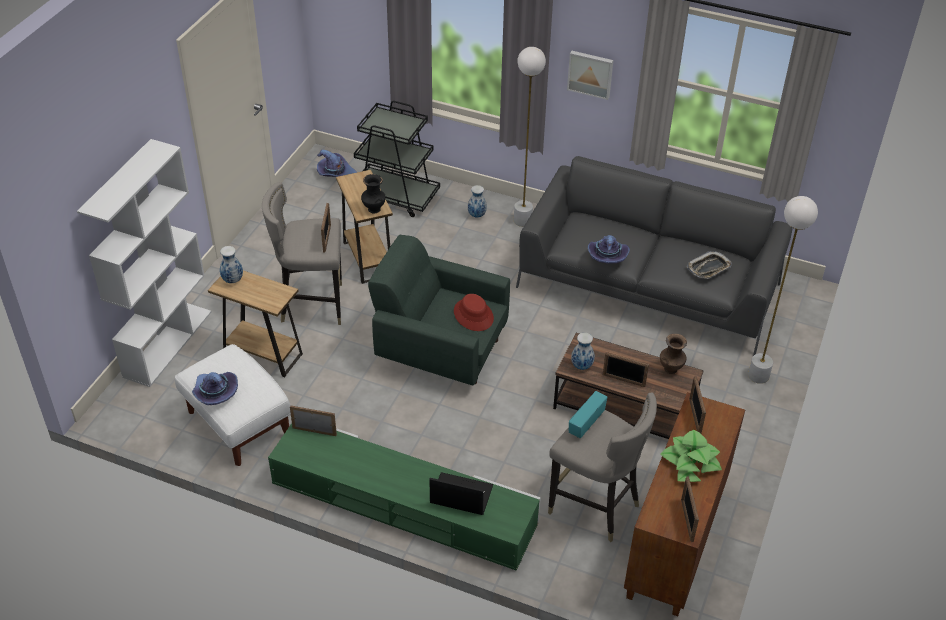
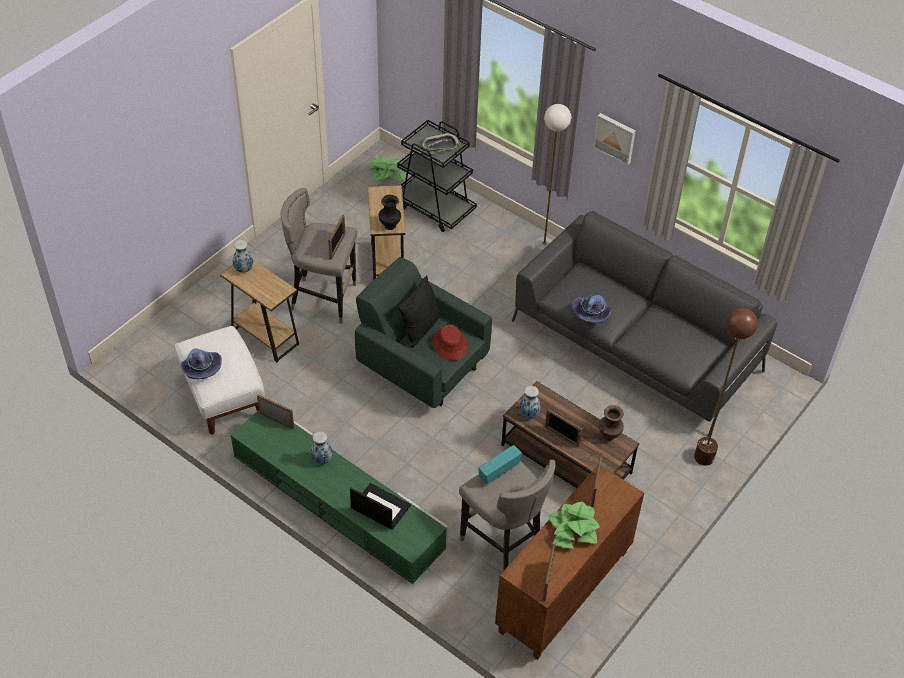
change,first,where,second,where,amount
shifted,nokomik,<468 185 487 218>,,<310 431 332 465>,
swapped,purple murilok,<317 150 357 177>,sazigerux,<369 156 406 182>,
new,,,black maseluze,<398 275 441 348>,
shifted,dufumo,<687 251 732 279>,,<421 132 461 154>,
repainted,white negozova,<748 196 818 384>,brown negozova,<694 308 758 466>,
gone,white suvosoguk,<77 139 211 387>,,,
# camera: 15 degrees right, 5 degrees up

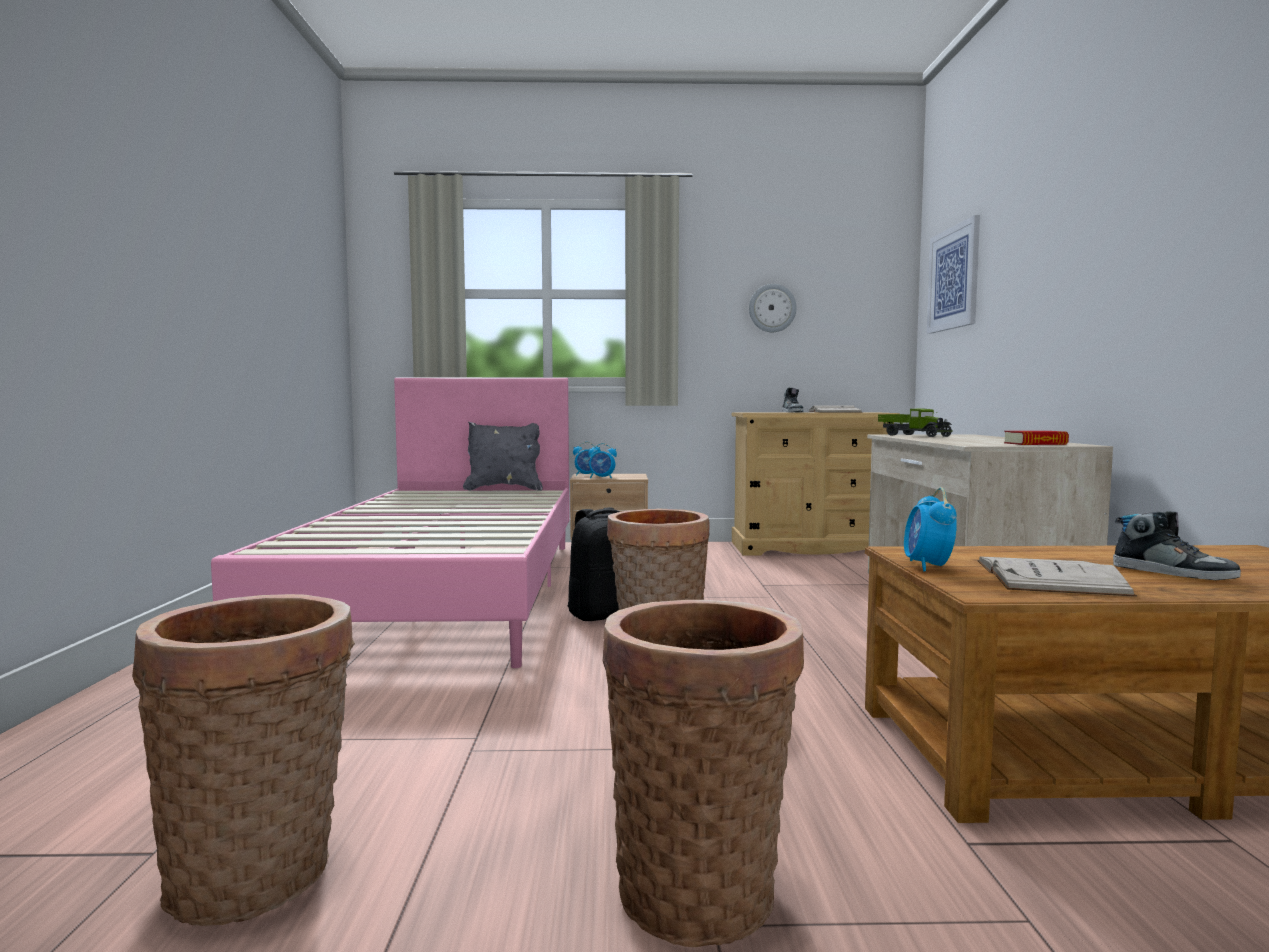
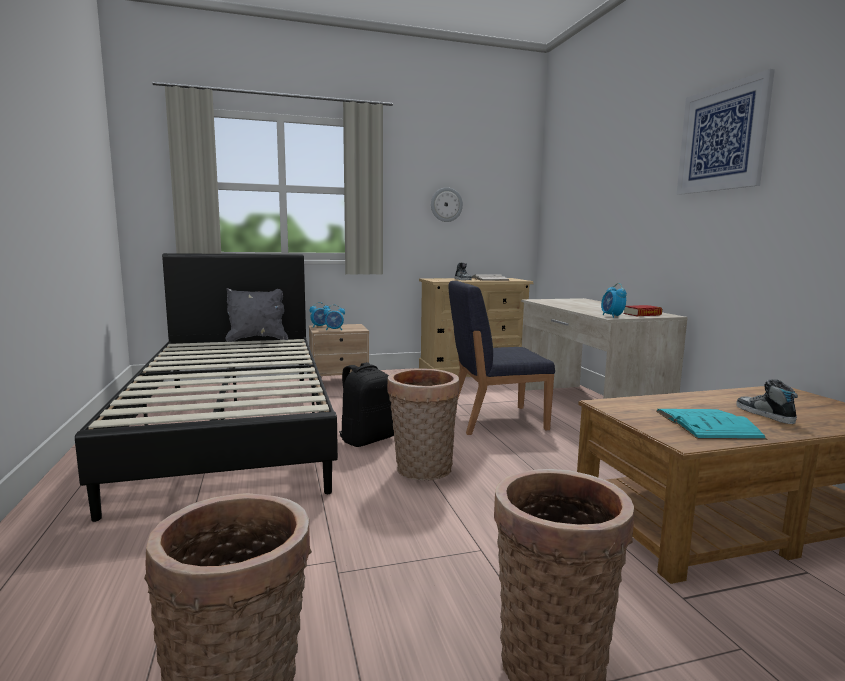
change,first,where,second,where,amount
repainted,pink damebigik,<211 378 570 668>,black damebigik,<75 253 338 522>,
new,,,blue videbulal,<448 281 555 435>,
shifted,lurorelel,<904 487 957 571>,,<601 283 627 318>,
repainted,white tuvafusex,<977 557 1137 597>,turquoise tuvafusex,<656 409 767 440>,
shifted,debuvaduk,<927 215 980 334>,,<677 69 775 195>,
rotated,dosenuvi,<1113 511 1241 580>,,<736 379 798 424>,135 degrees counterclockwise
gone,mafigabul,<878 409 953 437>,,,
# camera: 15 degrees left, 5 degrees up

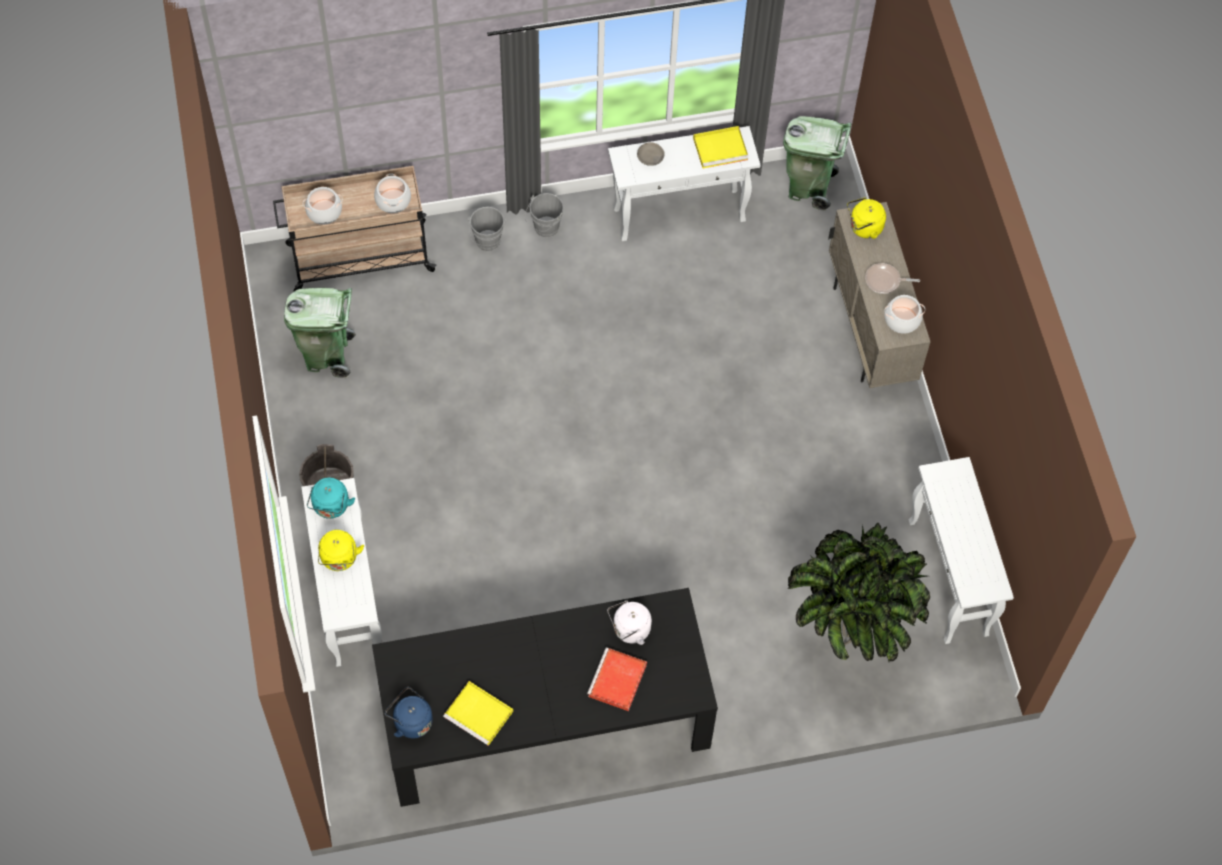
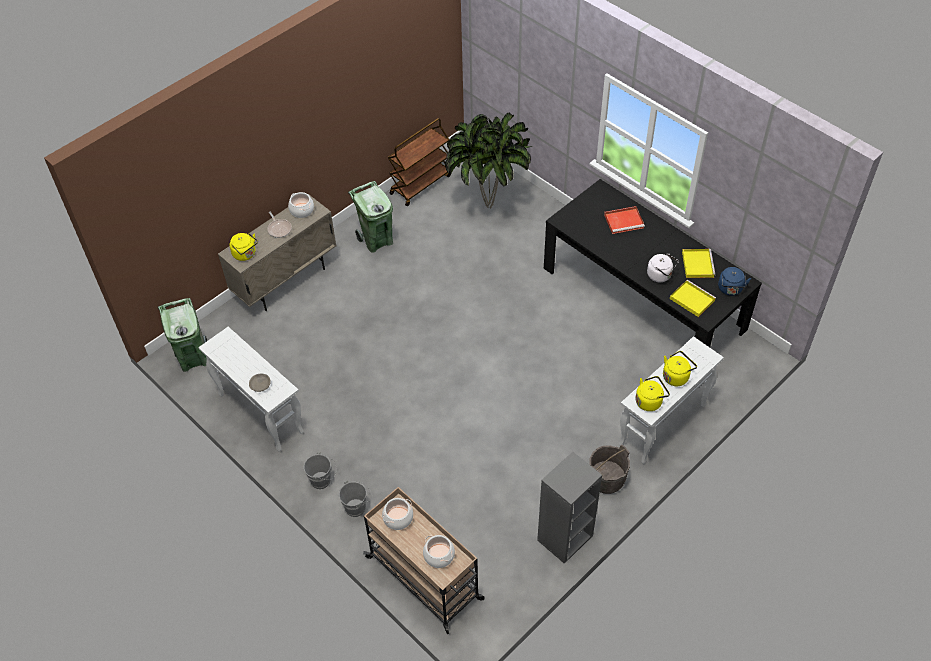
change,first,where,second,where,amount
shifted,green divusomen,<284 288 356 378>,,<348 181 393 253>,
swapped,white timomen,<909 457 1014 644>,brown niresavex,<388 118 451 206>,
new,,,grey suvosoguk,<537 452 602 564>,
repainted,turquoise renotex,<307 478 355 519>,yellow renotex,<635 376 670 411>,
shifted,white renotex,<607 601 652 645>,,<647 253 679 282>,
shifted,yellow dufumo,<693 126 749 168>,,<670 280 716 317>,
# camera: 120 degrees left, 10 degrees down

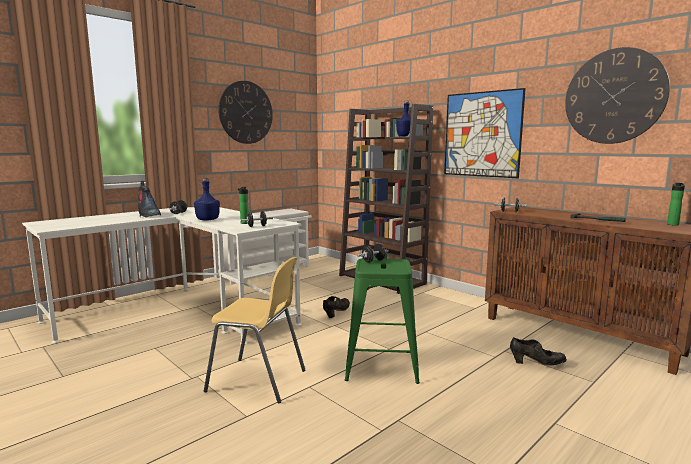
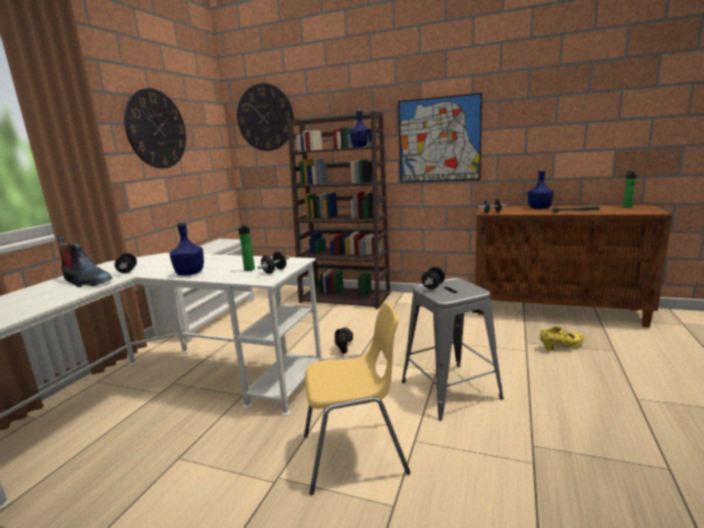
change,first,where,second,where,amount
shifted,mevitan,<565 47 670 144>,,<237 83 294 151>,
repainted,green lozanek,<345 259 420 384>,grey lozanek,<402 278 504 421>,
new,,,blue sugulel,<528 168 554 209>,
repainted,black dosenuvi,<510 337 567 366>,yellow dosenuvi,<540 327 584 351>,
# camera: 25 degrees left, 5 degrees up

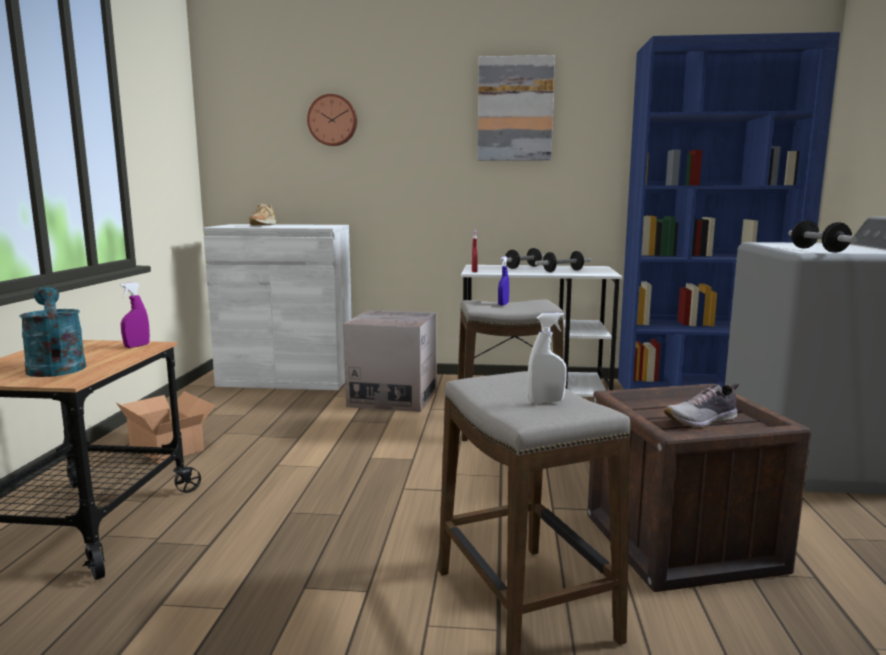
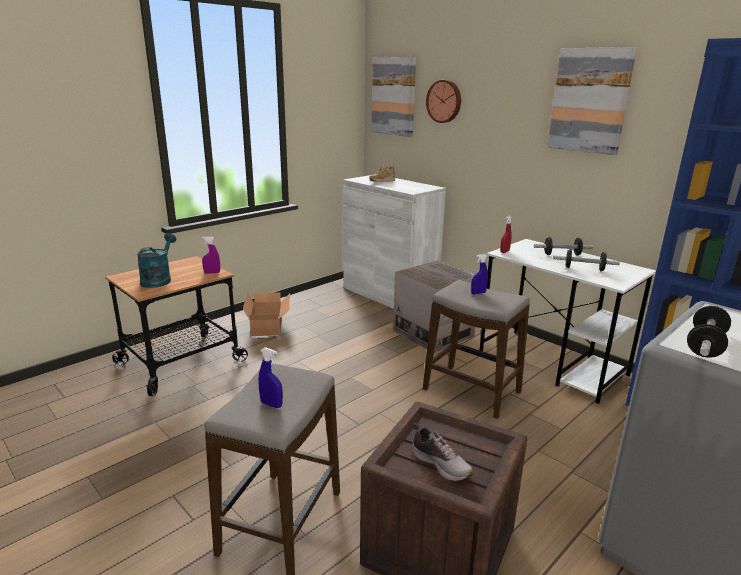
change,first,where,second,where,amount
repainted,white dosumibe,<527 312 567 403>,blue dosumibe,<258 347 283 408>,
new,,,debuvaduk,<372 57 416 137>,
rotated,dosenuvi,<664 384 739 428>,,<412 423 473 481>,150 degrees counterclockwise
# camera: 40 degrees right, 10 degrees up

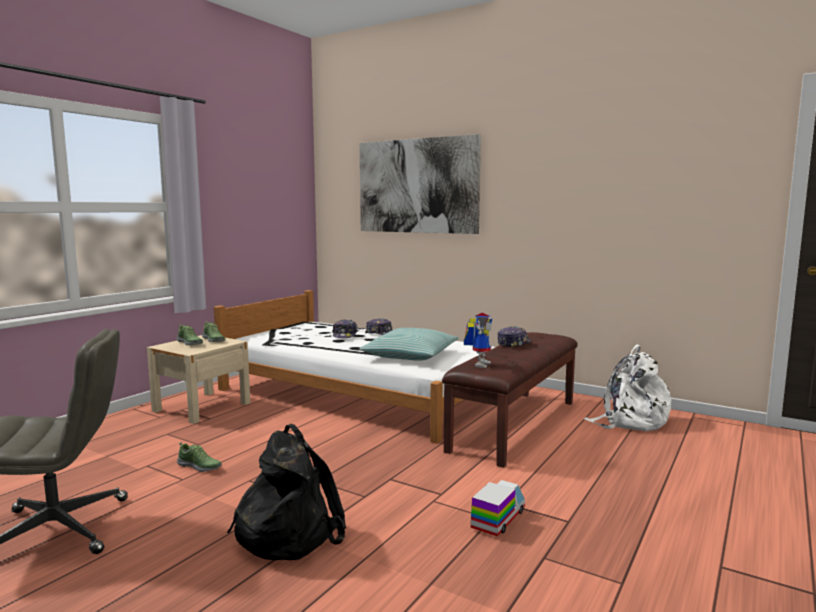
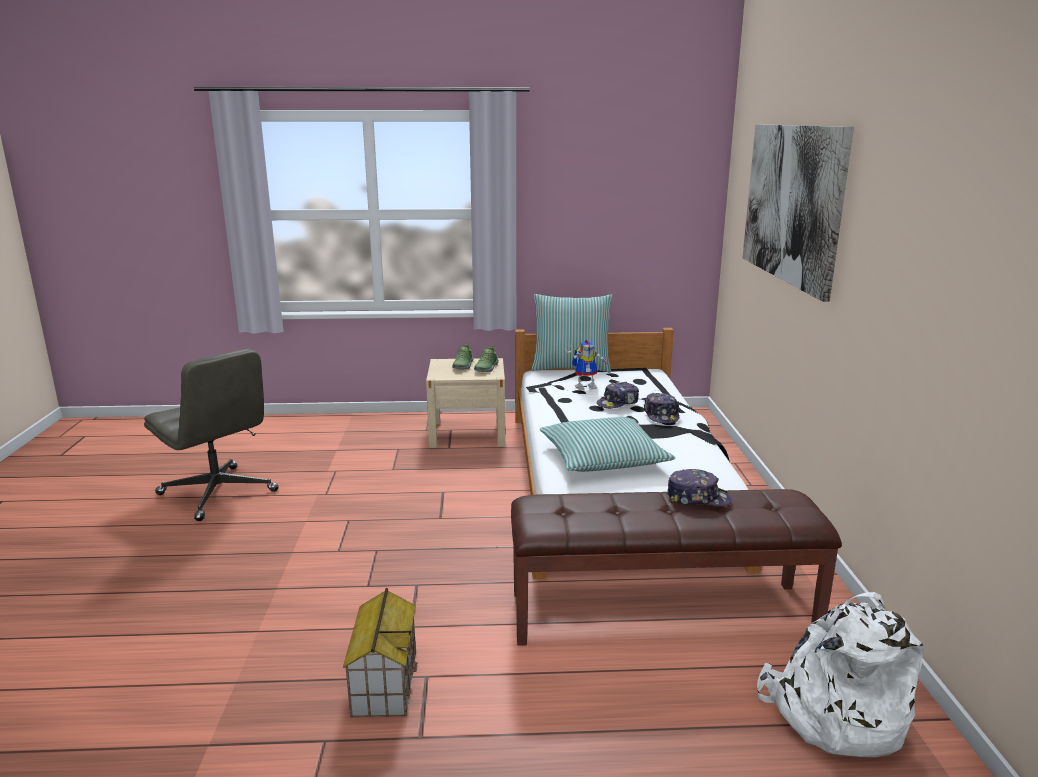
change,first,where,second,where,amount
swapped,mafigabul,<471 480 525 537>,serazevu,<343 588 418 718>,
new,,,maseluze,<531 294 613 372>,
shifted,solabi,<464 313 493 368>,,<565 340 611 390>,
gone,dosenuvi,<177 442 222 472>,,,
gone,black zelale,<227 424 346 560>,,,
# camera: 55 degrees right, 10 degrees up

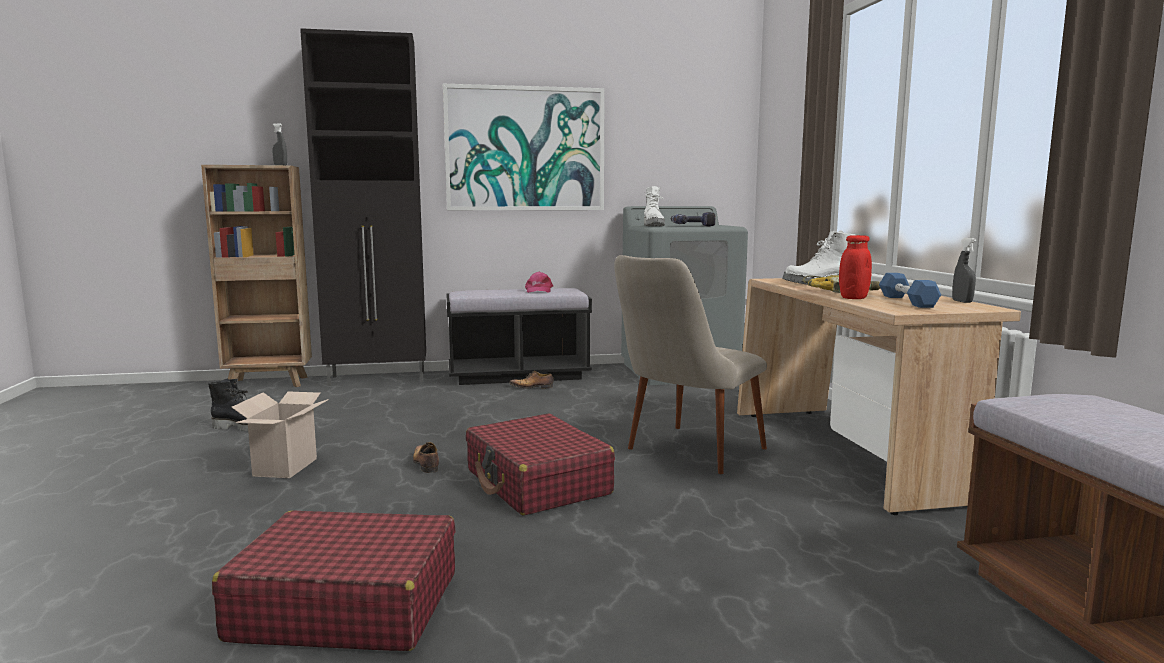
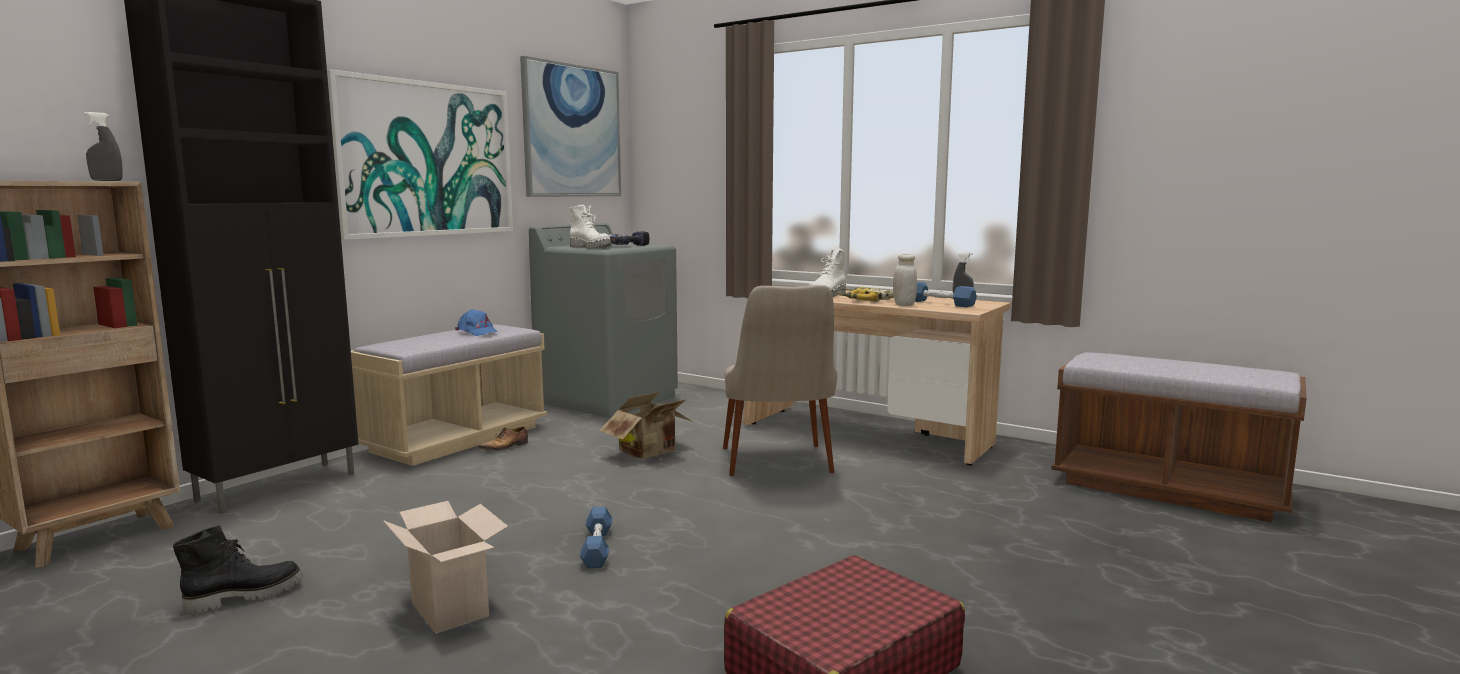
change,first,where,second,where,amount
repainted,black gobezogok,<447 288 592 385>,beige gobezogok,<351 324 547 466>,
repainted,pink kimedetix,<525 272 553 293>,blue kimedetix,<455 309 498 336>,
new,,,debuvaduk,<520 56 621 197>,
swapped,dosenuvi,<413 442 439 473>,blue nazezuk,<580 507 612 569>,
new,,,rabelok,<599 392 693 459>,
repainted,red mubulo,<839 235 872 299>,white mubulo,<893 254 917 306>,
gone,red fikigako,<466 414 615 516>,,,
# camera: 45 degrees left, 0 degrees up

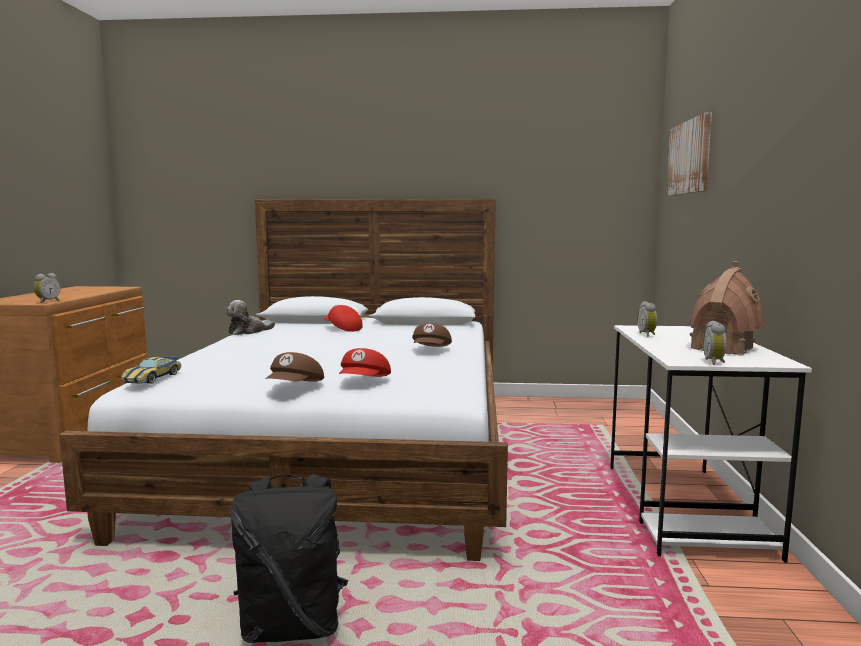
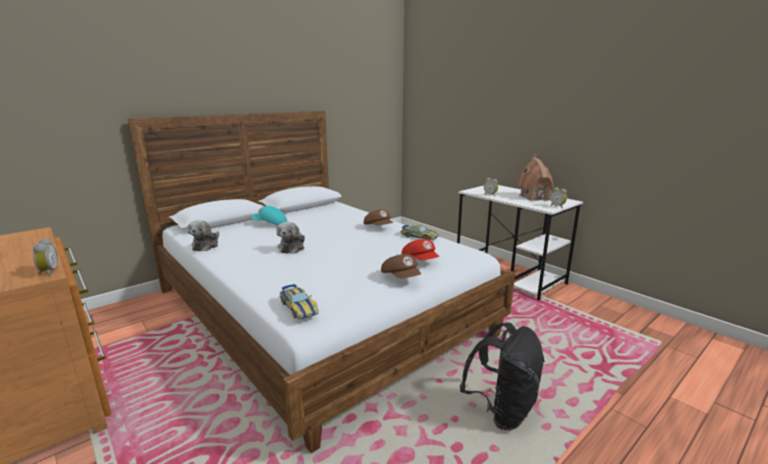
change,first,where,second,where,amount
repainted,red kimedetix,<324 305 363 332>,turquoise kimedetix,<251 206 287 225>,
new,,,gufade,<276 222 305 254>,
new,,,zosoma,<401 225 439 240>,
gone,debuvaduk,<666 112 712 196>,,,
# camera: 45 degrees left, 10 degrees up

